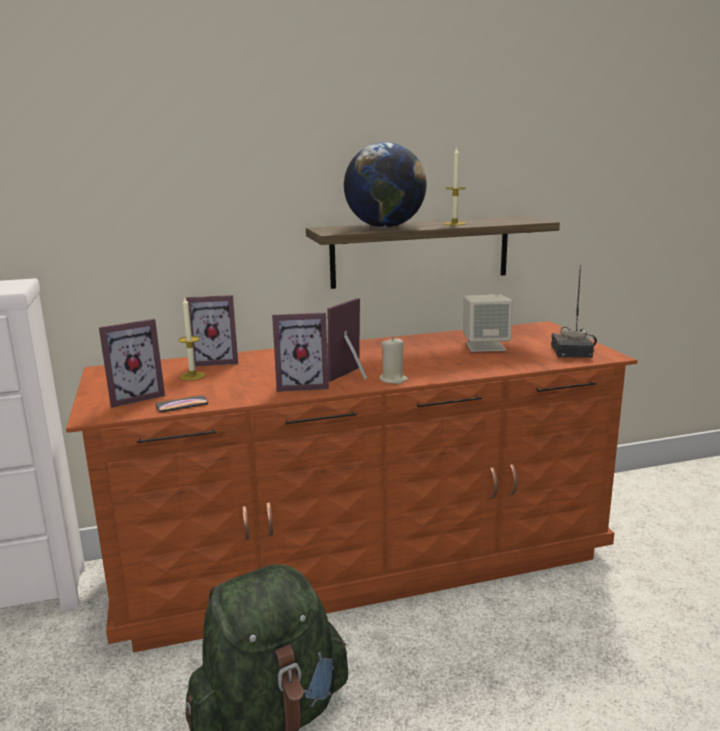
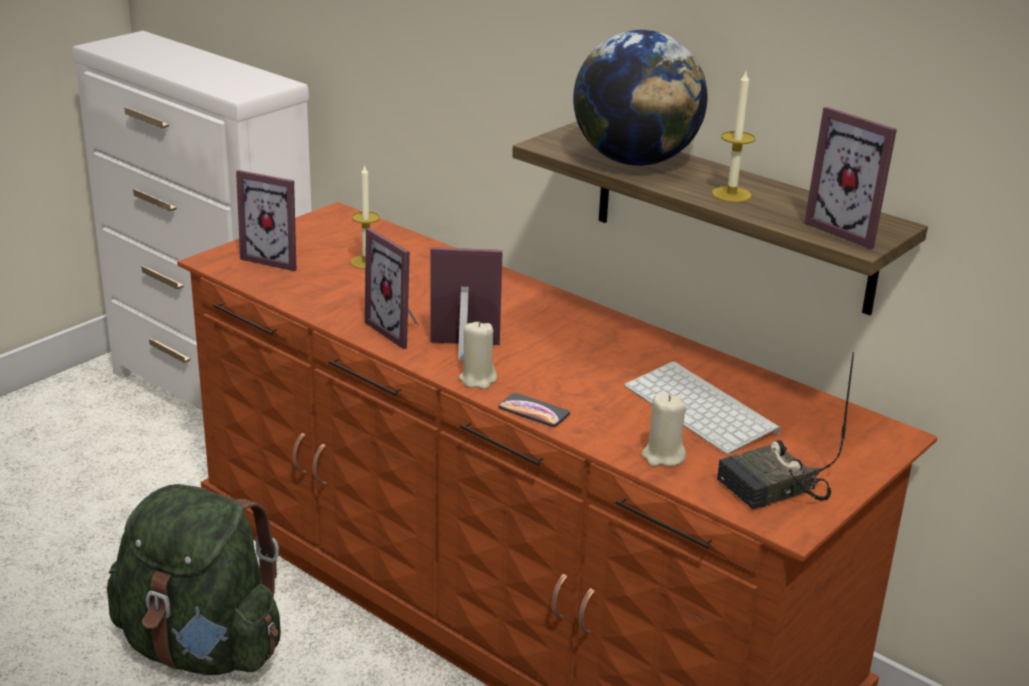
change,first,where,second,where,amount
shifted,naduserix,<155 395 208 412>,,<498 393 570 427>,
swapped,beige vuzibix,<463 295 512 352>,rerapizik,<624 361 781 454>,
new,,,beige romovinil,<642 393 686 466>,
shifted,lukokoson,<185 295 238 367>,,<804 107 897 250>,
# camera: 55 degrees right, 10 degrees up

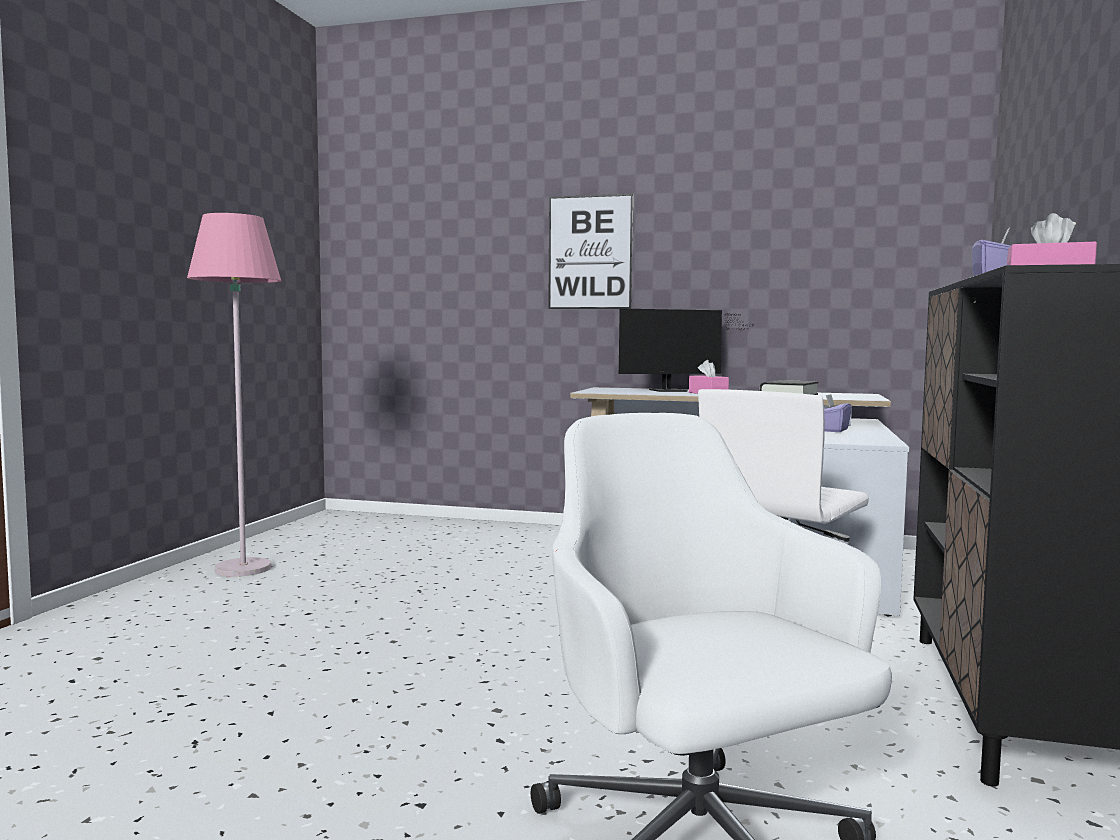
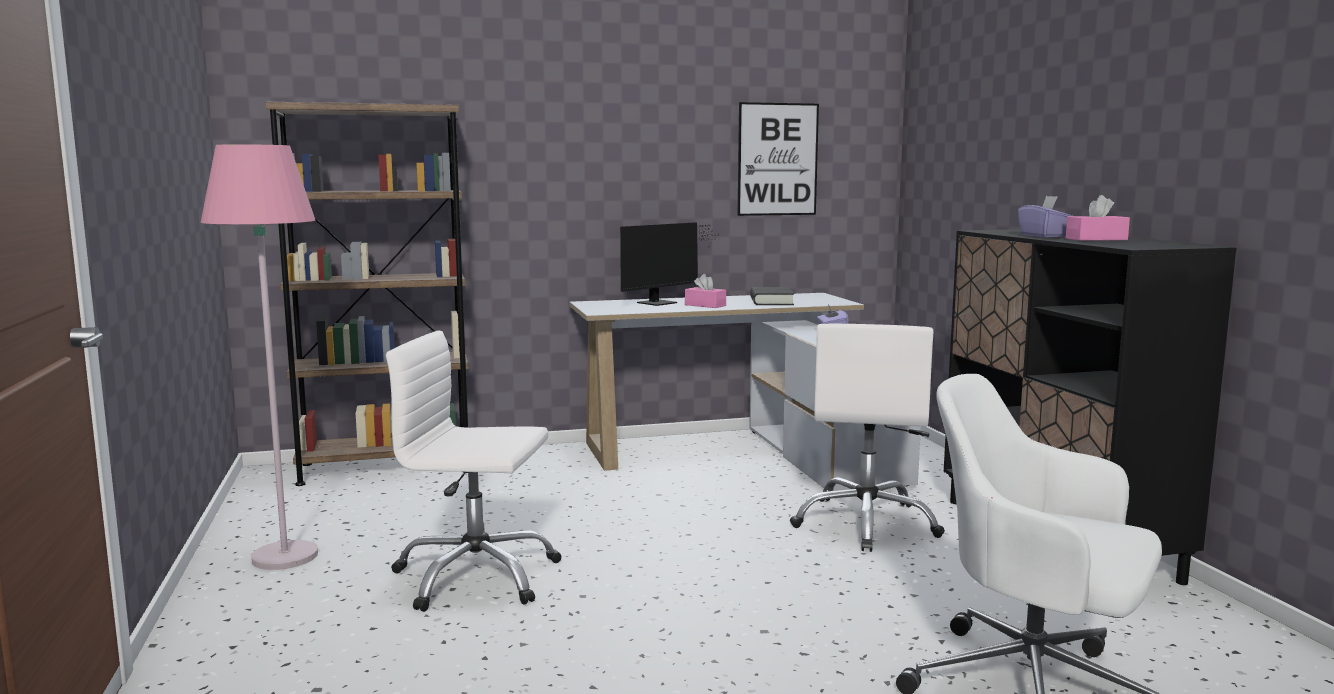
change,first,where,second,where,amount
new,,,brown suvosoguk,<265 102 469 486>,
new,,,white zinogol,<386 331 562 612>,
shifted,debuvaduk,<548 194 633 309>,,<738 102 819 216>,
# camera: 30 degrees left, 5 degrees up

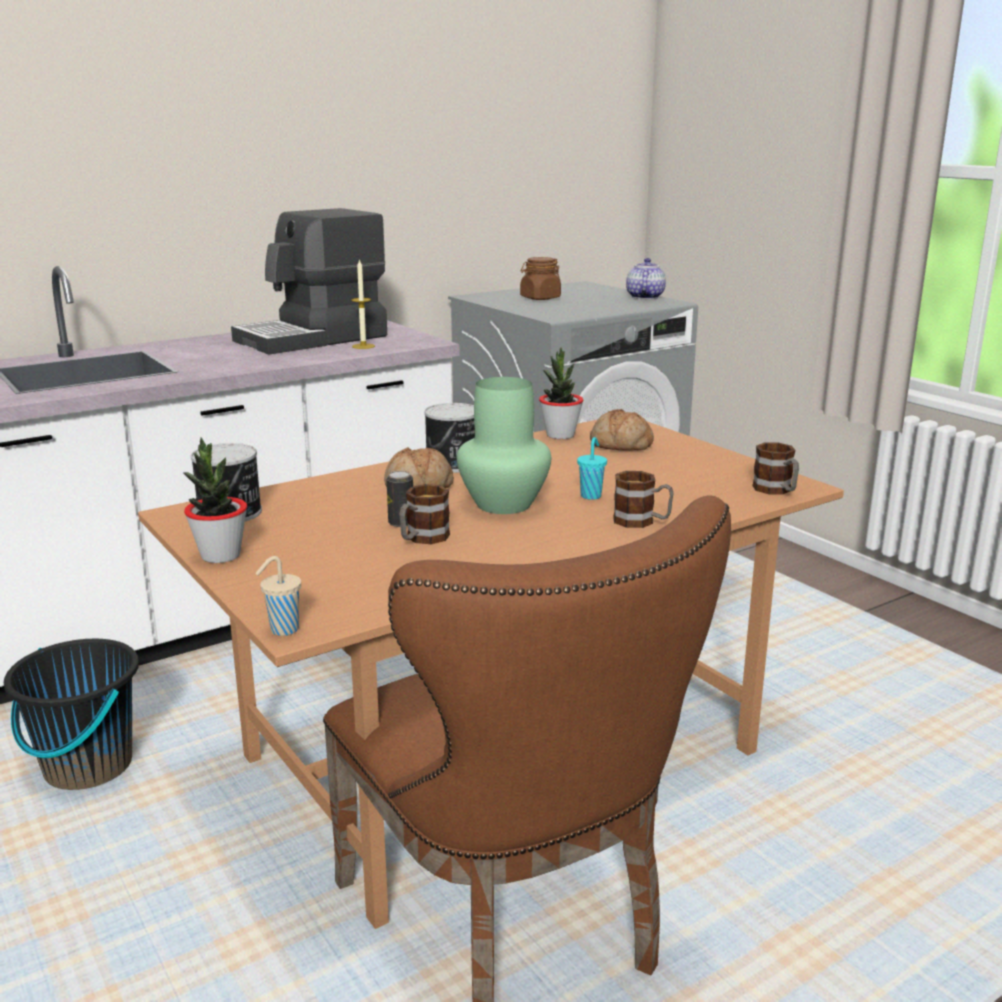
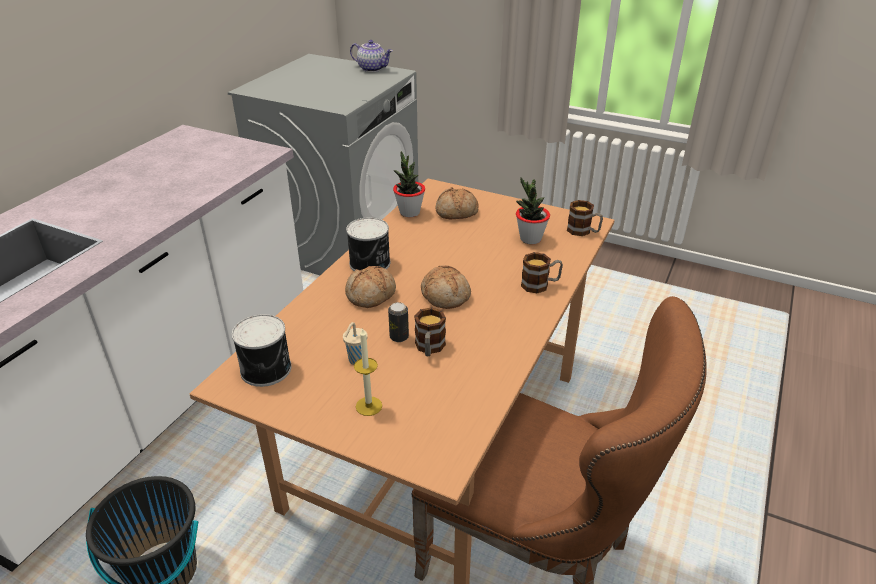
change,first,where,second,where,amount
shifted,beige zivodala,<255 556 301 636>,,<343 322 368 365>,
rotated,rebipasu,<626 258 666 299>,,<350 40 393 72>,135 degrees clockwise
shifted,romovinil,<351 259 375 349>,,<354 329 382 416>,
swapped,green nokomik,<457 377 551 514>,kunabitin,<421 265 471 309>,
shifted,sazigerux,<183 437 247 563>,,<516 177 550 244>,
gone,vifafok,<231 208 387 355>,,,
gone,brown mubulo,<520 257 561 300>,,,
gone,turquoise zivodala,<577 437 607 500>,,,
# camera: 30 degrees left, 15 degrees up

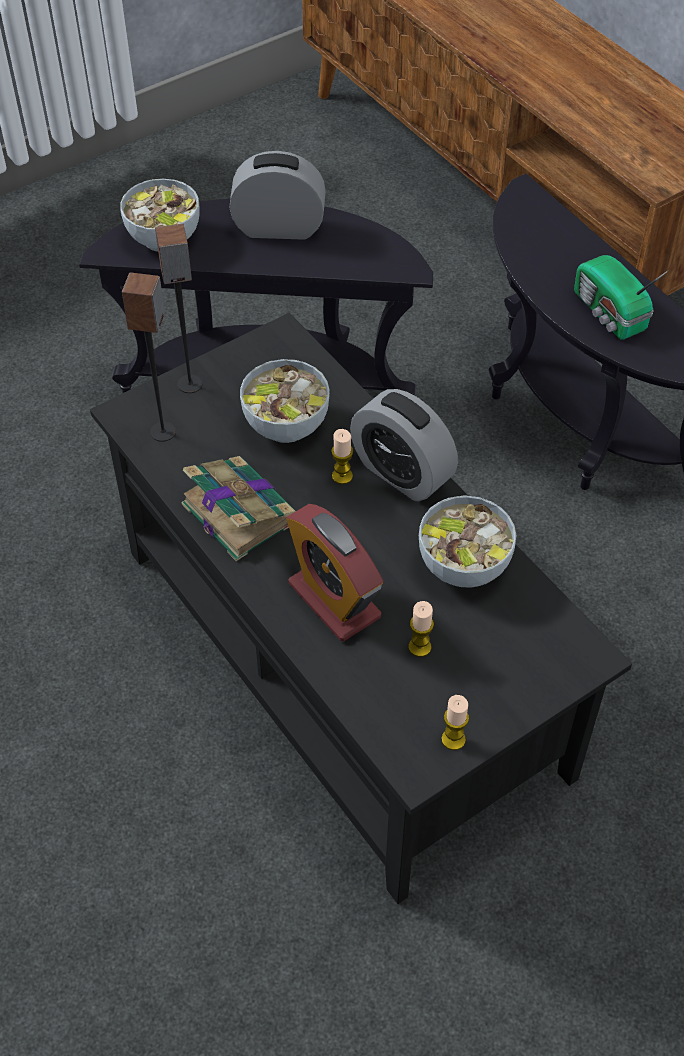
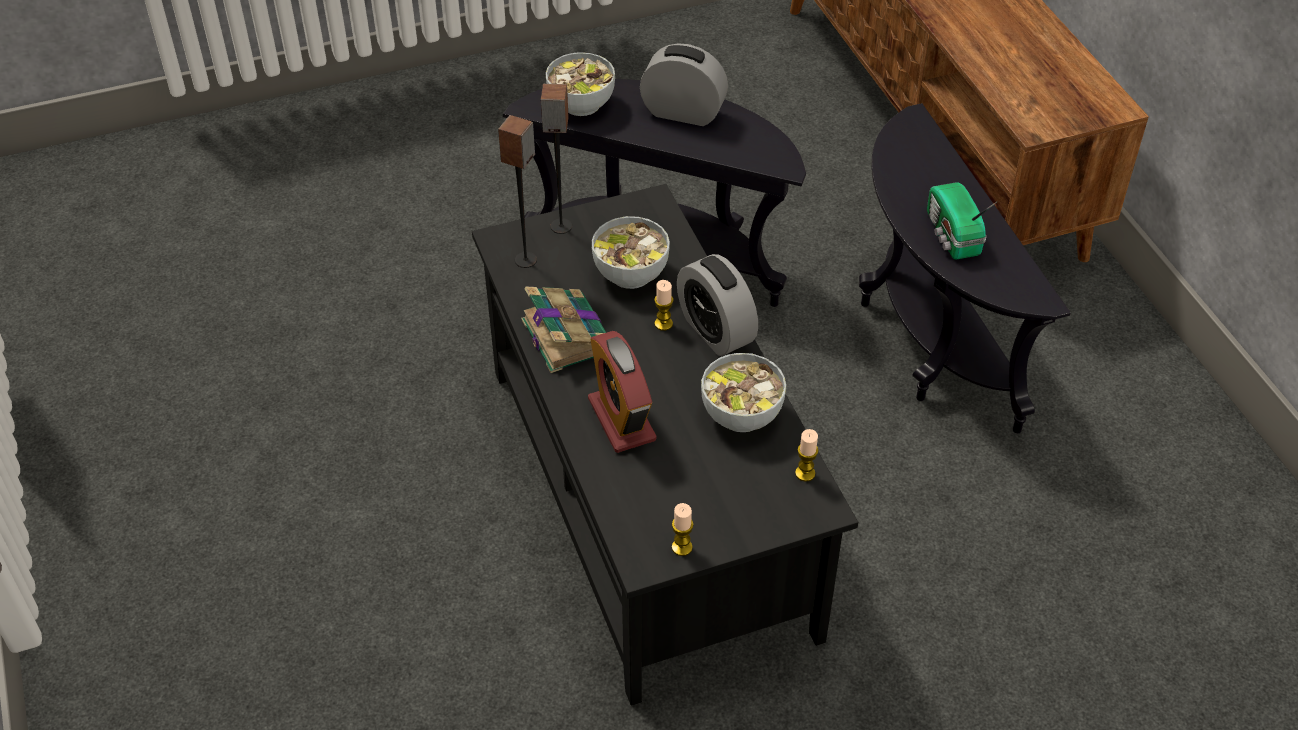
change,first,where,second,where,amount
shifted,romovinil,<408 601 434 657>,,<795 429 818 482>,
# camera: 15 degrees right, 5 degrees down

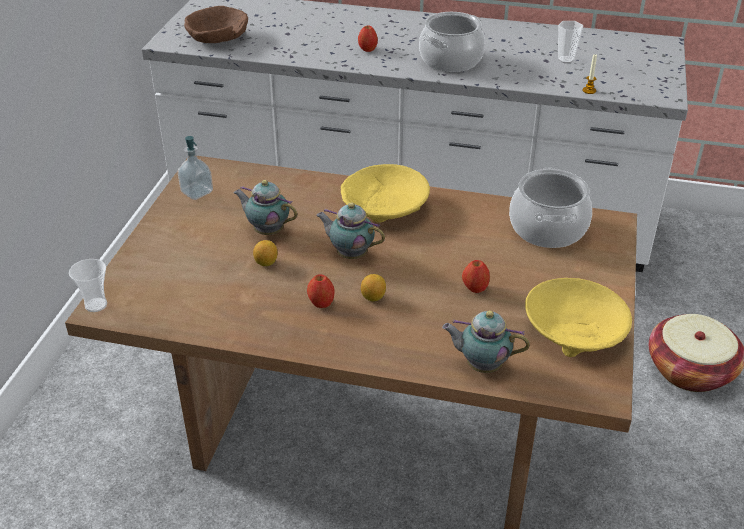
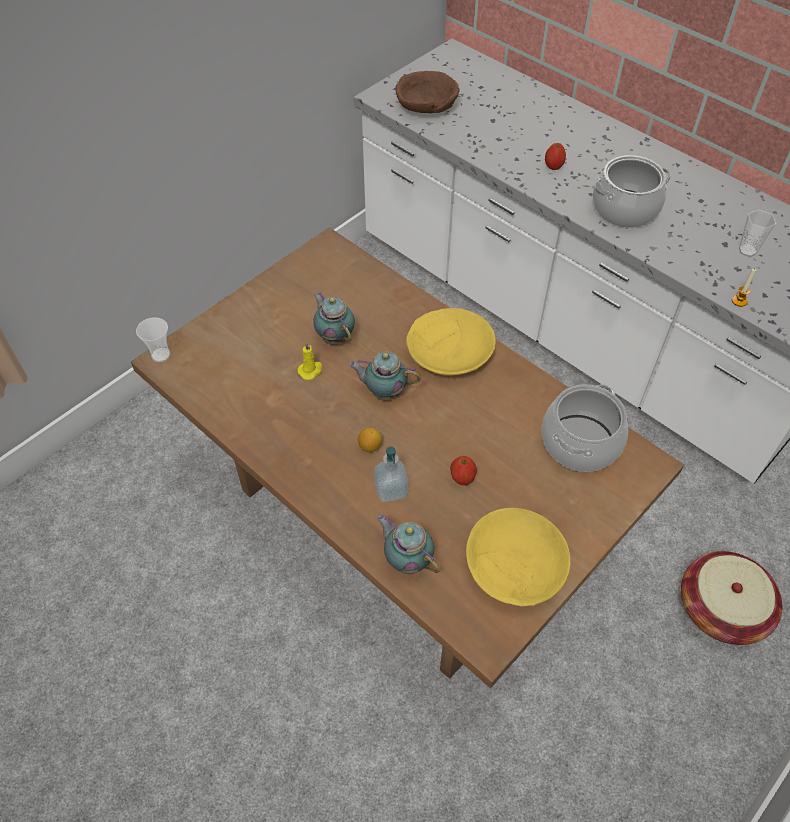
change,first,where,second,where,amount
swapped,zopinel,<253 240 277 266>,yellow romovinil,<298 342 322 380>,
rotated,rebipasu,<316 203 385 259>,,<349 351 421 400>,45 degrees counterclockwise
shifted,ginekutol,<178 136 213 200>,,<374 447 408 503>,
gone,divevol,<307 274 335 308>,,,
# camera: 30 degrees right, 15 degrees up

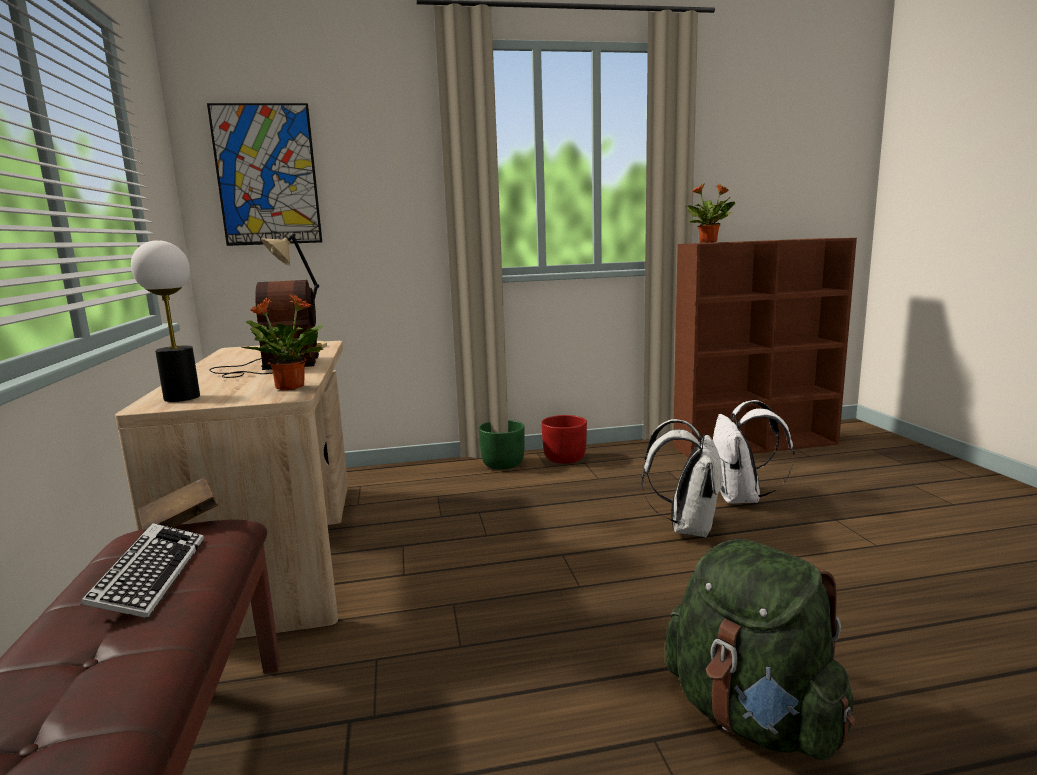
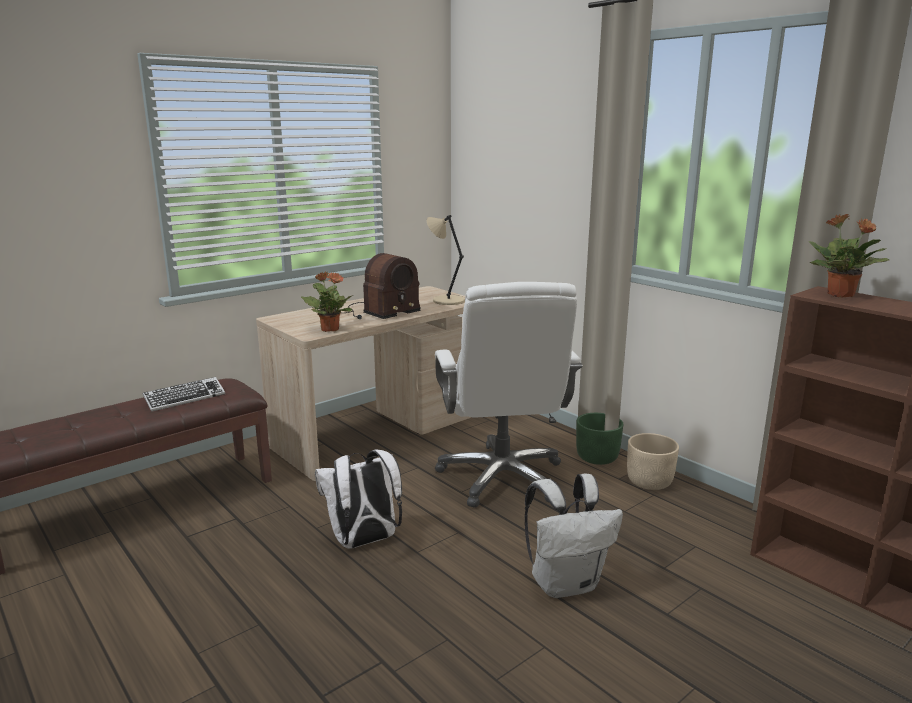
change,first,where,second,where,amount
shifted,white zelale,<713 400 794 503>,,<315 450 402 548>,
new,,,white zinogol,<435 282 583 508>,
repainted,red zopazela,<541 415 587 464>,beige zopazela,<627 433 679 490>,
gone,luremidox,<131 240 200 402>,,,
gone,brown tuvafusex,<138 477 218 532>,,,
gone,debuvaduk,<207 103 322 246>,,,
gone,green zelale,<665 539 855 760>,,,
# camera: 60 degrees right, 5 degrees up

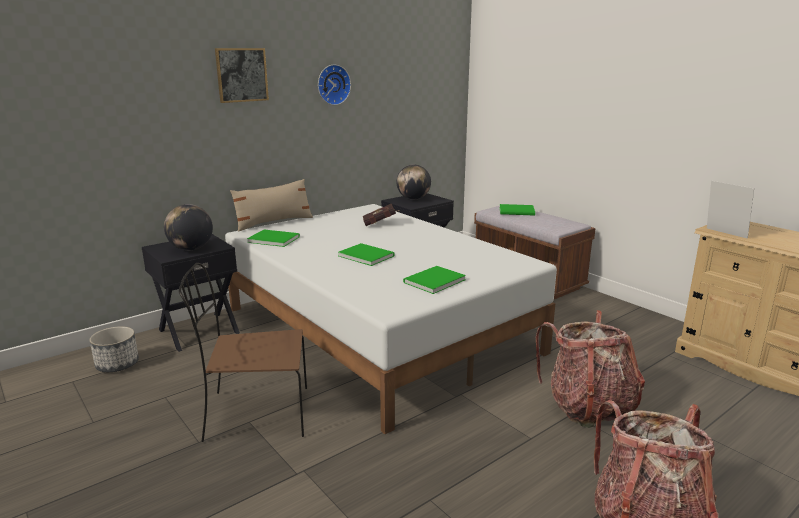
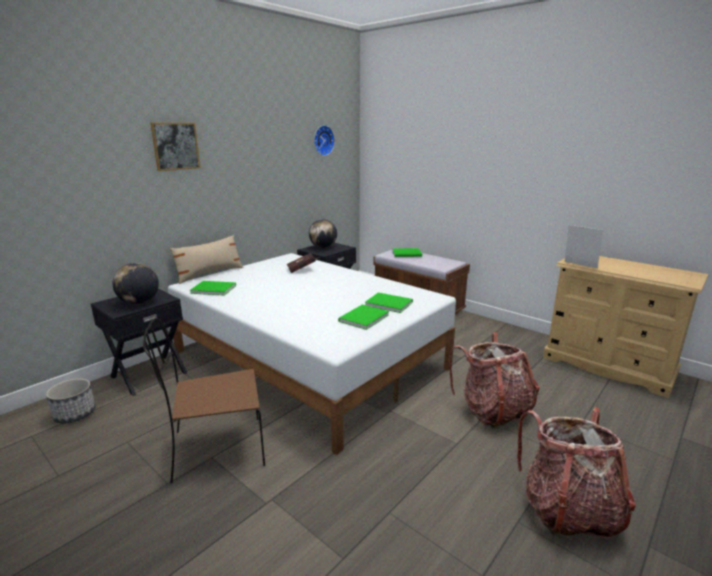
change,first,where,second,where,amount
shifted,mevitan,<318 64 351 105>,,<314 125 335 156>,
shifted,green tuvafusex,<338 243 395 266>,,<365 293 413 313>,
# camera: 10 degrees left, 0 degrees up

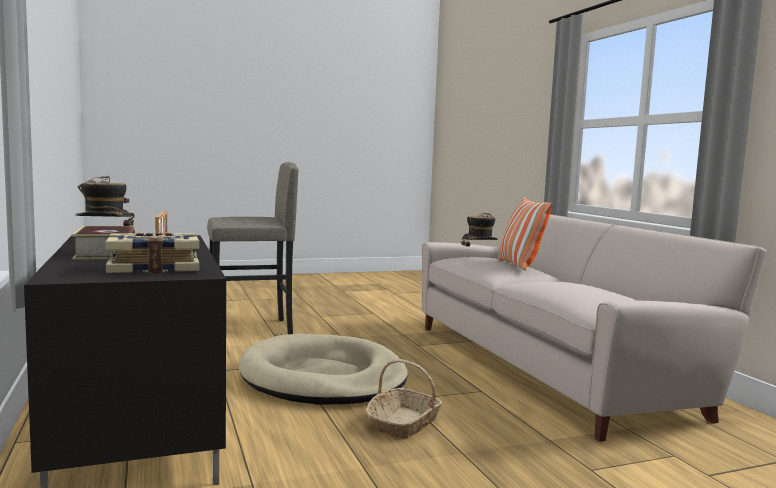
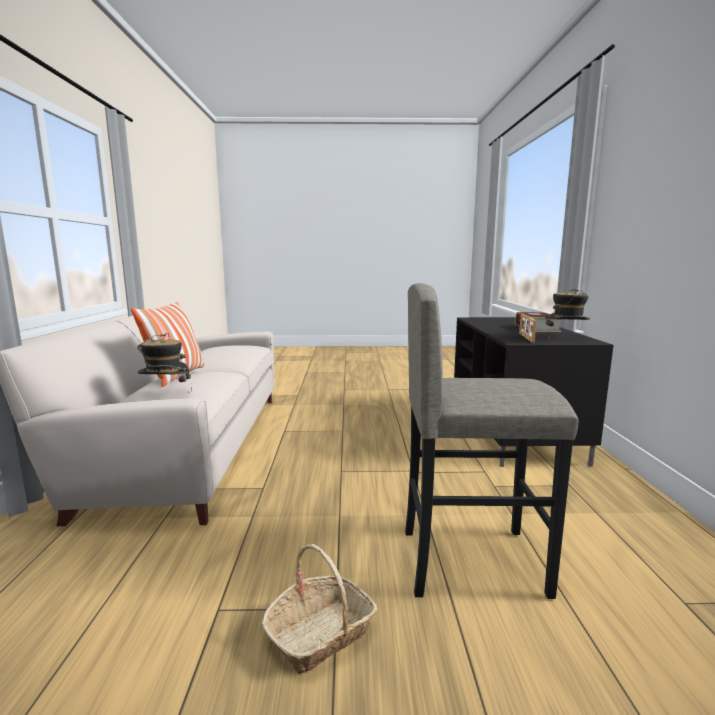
change,first,where,second,where,amount
shifted,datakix,<366 359 442 439>,,<262 544 377 674>,
gone,tuvafusex,<105 232 200 274>,,,
gone,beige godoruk,<239 333 408 405>,,,
# camera: 160 degrees left, 5 degrees up

